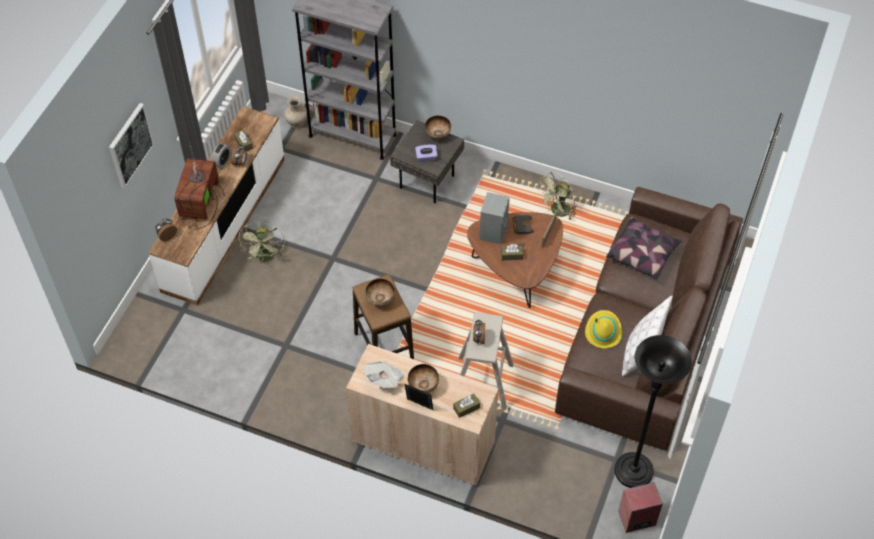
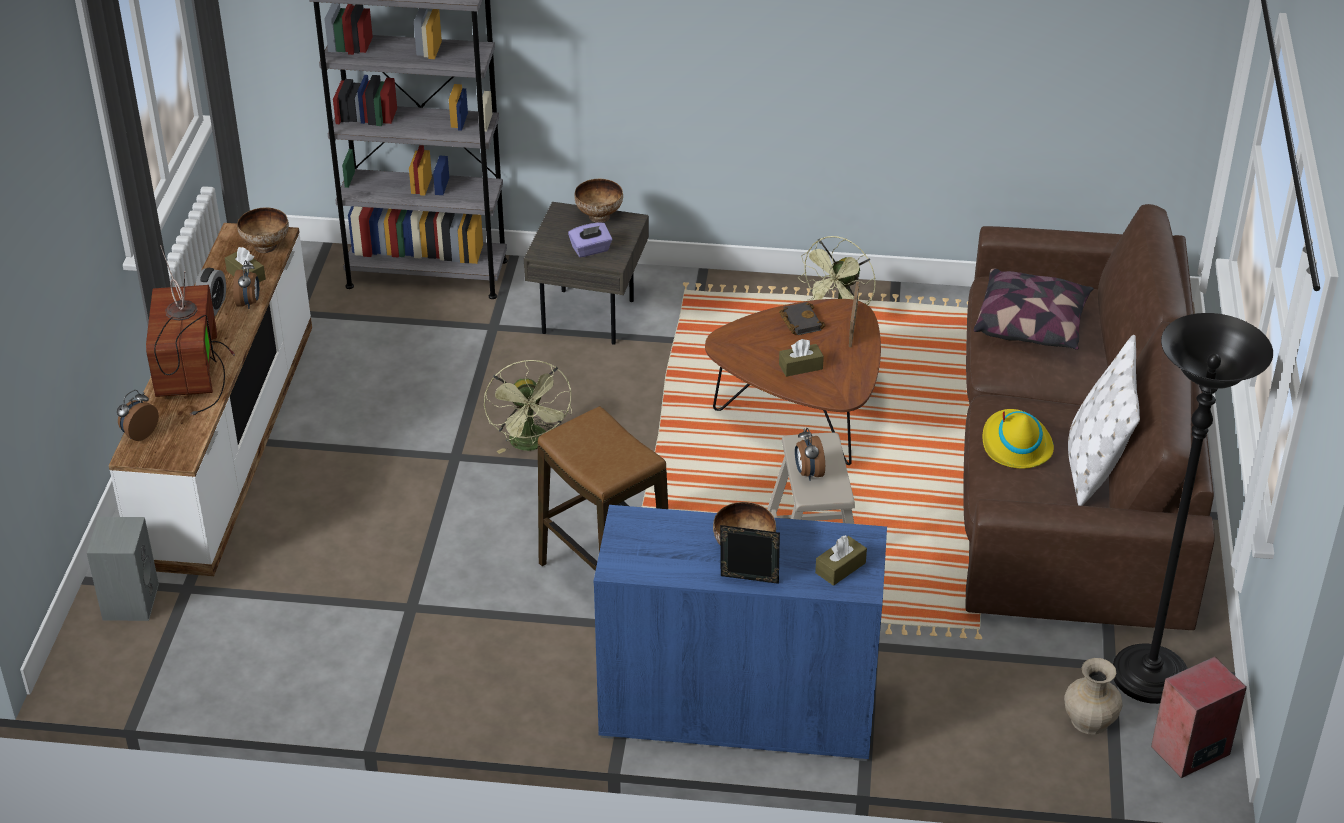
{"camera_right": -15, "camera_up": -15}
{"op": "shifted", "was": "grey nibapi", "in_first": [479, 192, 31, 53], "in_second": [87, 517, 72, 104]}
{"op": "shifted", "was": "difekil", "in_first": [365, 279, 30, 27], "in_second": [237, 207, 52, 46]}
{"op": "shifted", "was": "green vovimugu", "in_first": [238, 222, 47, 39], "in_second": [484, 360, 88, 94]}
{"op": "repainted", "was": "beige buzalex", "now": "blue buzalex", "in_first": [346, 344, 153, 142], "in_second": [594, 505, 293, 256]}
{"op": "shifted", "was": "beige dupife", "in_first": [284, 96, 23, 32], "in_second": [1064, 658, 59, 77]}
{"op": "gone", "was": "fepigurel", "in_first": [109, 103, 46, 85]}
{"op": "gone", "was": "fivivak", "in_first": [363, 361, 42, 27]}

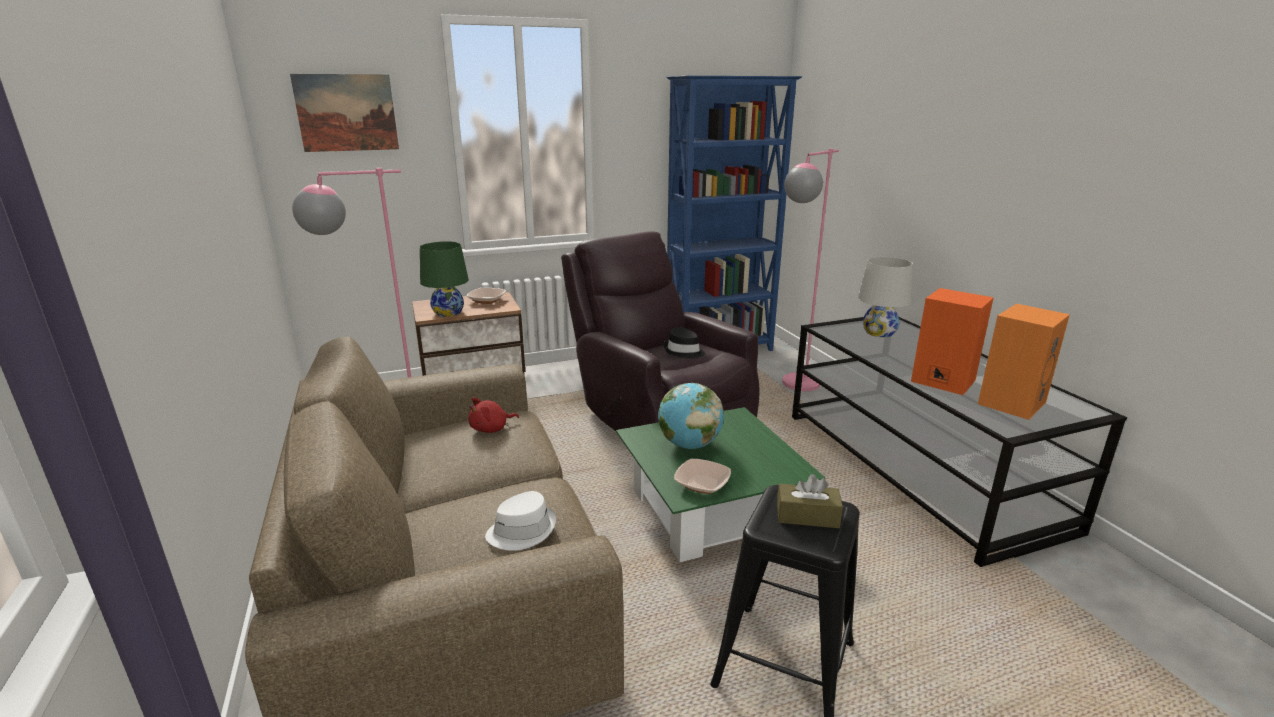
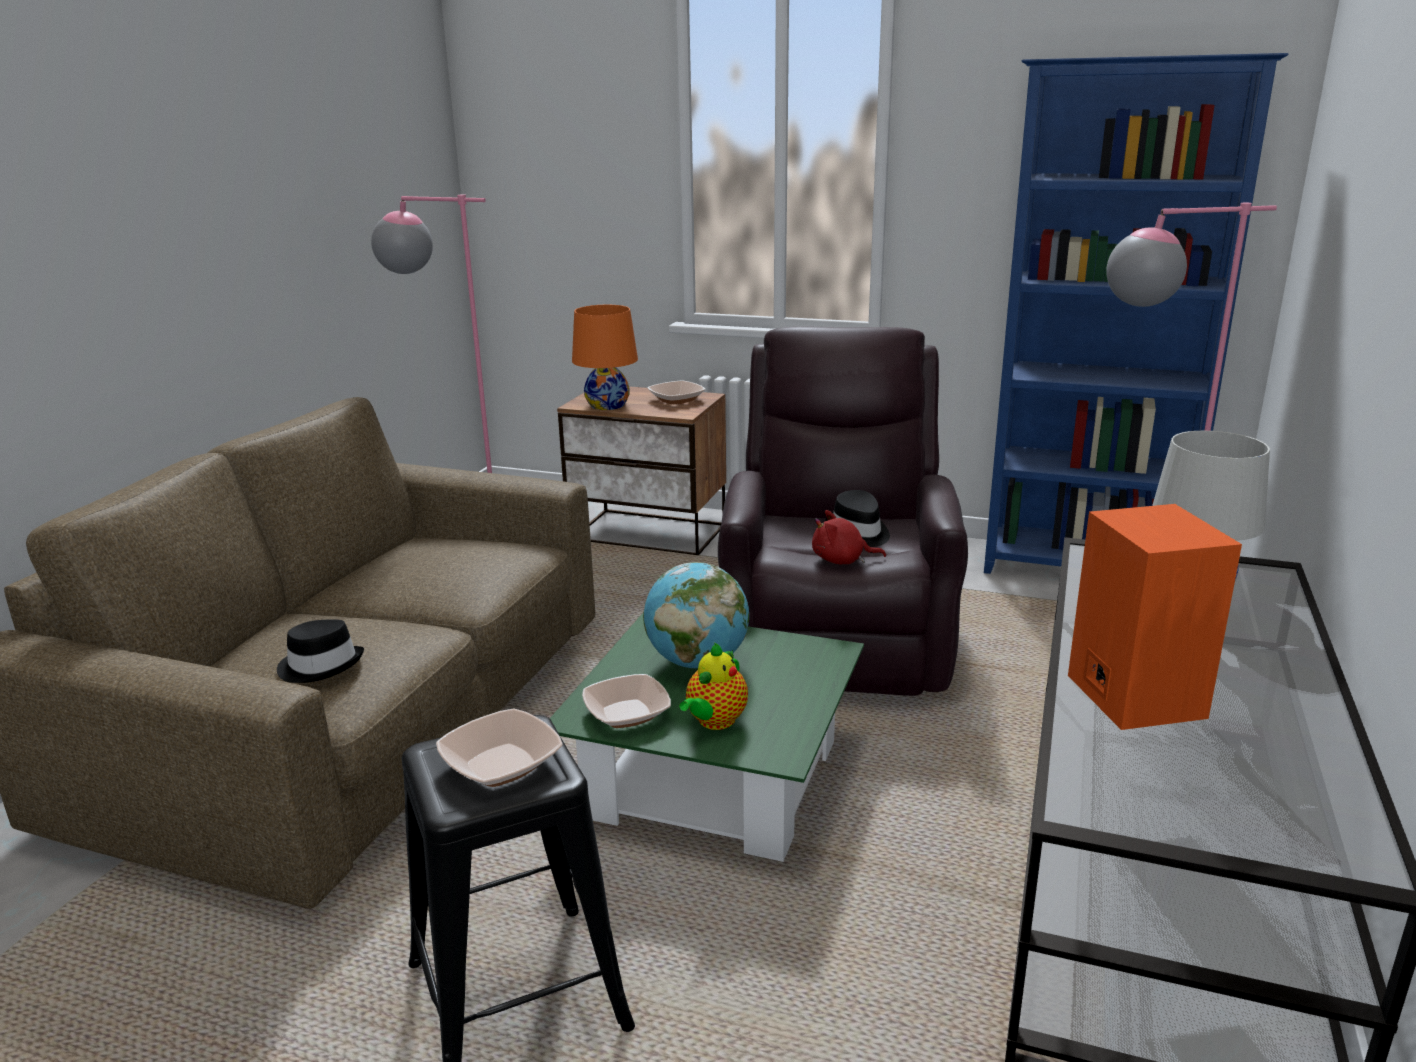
{"camera_right": 40, "camera_up": 0}
{"op": "repainted", "was": "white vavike", "now": "black vavike", "in_first": [485, 491, 71, 60], "in_second": [277, 619, 87, 64]}
{"op": "swapped", "was": "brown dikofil", "now": "difekil", "in_first": [777, 474, 66, 54], "in_second": [436, 708, 127, 79]}
{"op": "repainted", "was": "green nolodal", "now": "orange nolodal", "in_first": [420, 241, 49, 76], "in_second": [572, 305, 66, 105]}
{"op": "new", "now": "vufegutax", "in_second": [679, 643, 69, 87]}
{"op": "shifted", "was": "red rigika", "in_first": [468, 397, 51, 36], "in_second": [812, 510, 74, 54]}
{"op": "gone", "was": "fepigurel", "in_first": [290, 74, 109, 78]}
{"op": "gone", "was": "orange nibapi", "in_first": [978, 304, 92, 116]}

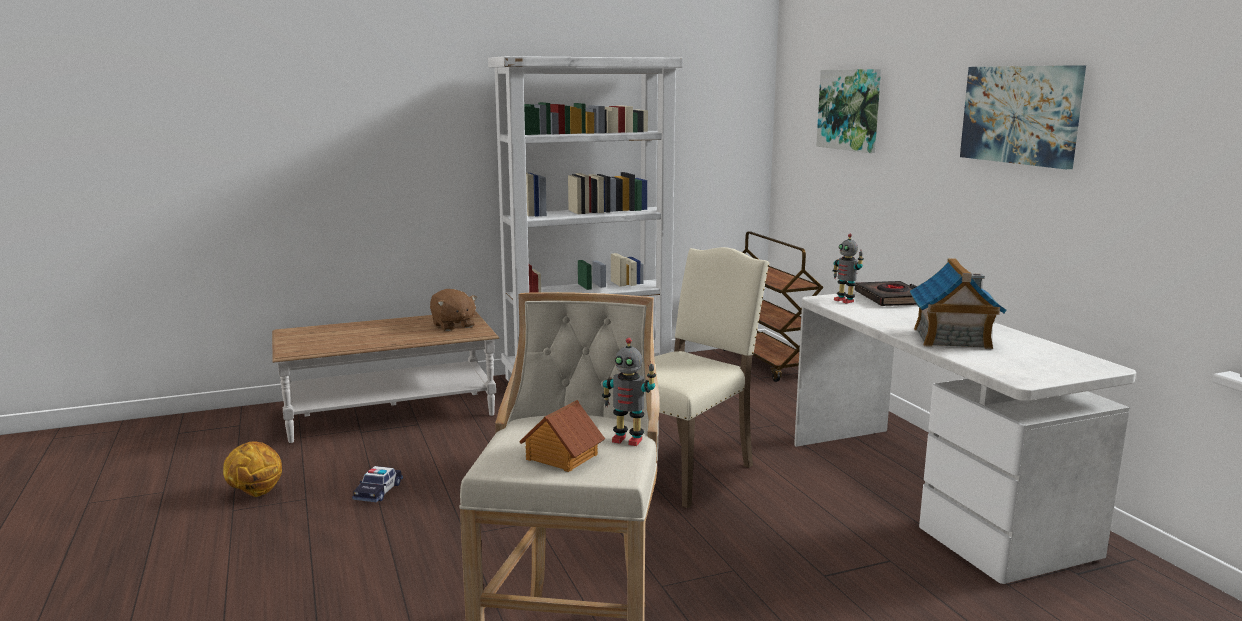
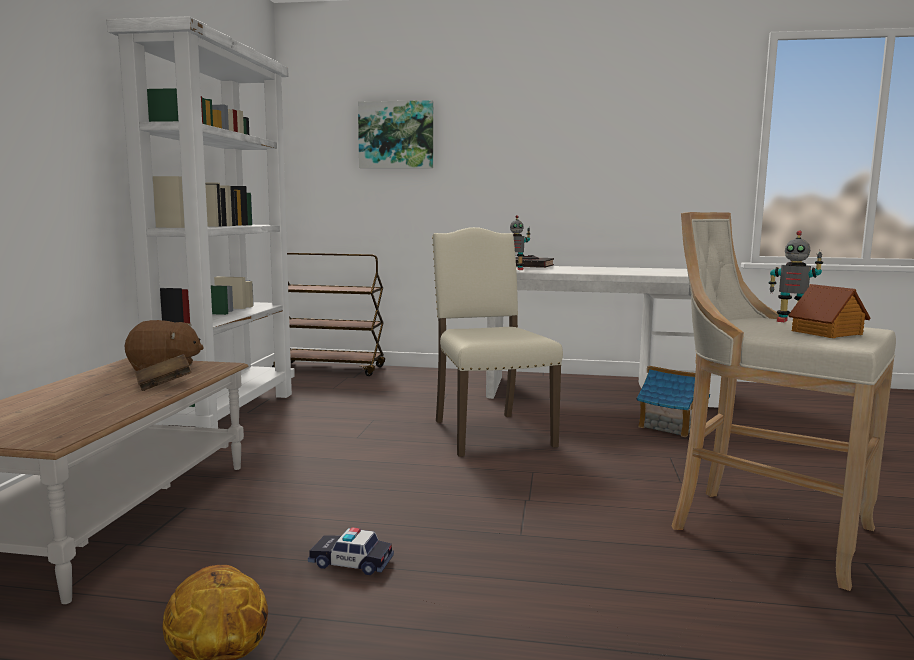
{"camera_right": -60, "camera_up": -5}
{"op": "new", "now": "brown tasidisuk", "in_second": [135, 354, 57, 37]}
{"op": "rotated", "was": "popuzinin", "in_first": [352, 466, 51, 36], "in_second": [308, 527, 86, 48], "clockwise": 150}
{"op": "shifted", "was": "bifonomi", "in_first": [910, 258, 97, 91], "in_second": [637, 366, 73, 71]}
{"op": "rotated", "was": "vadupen", "in_first": [602, 338, 54, 108], "in_second": [769, 230, 54, 92], "clockwise": 75}
{"op": "gone", "was": "fepigurel", "in_first": [960, 65, 126, 104]}

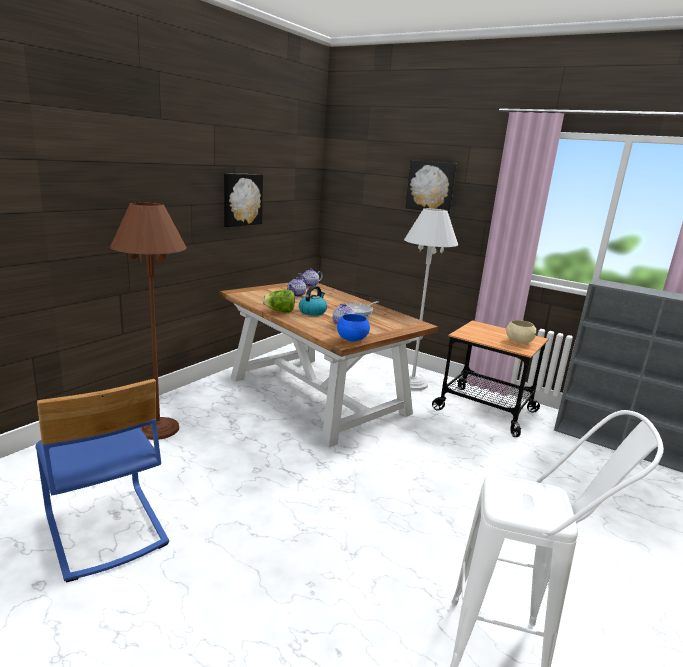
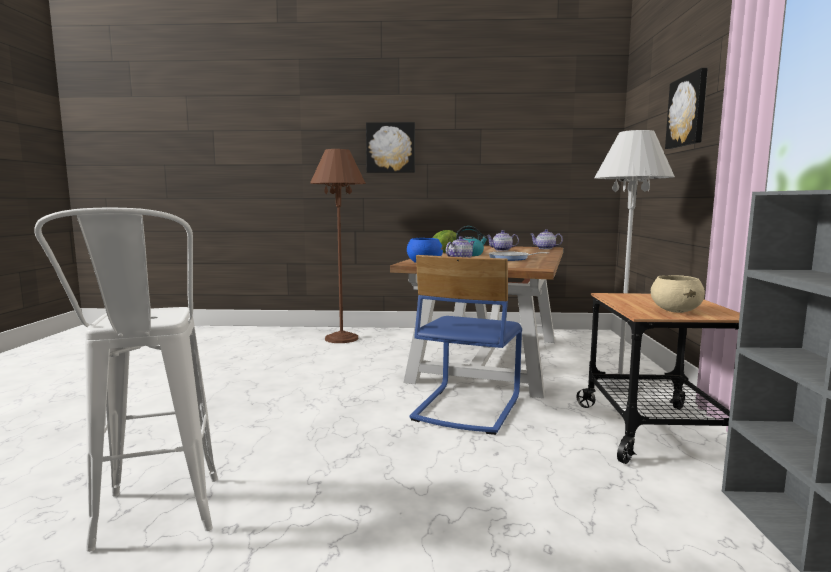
{"camera_right": 60, "camera_up": -10}
{"op": "shifted", "was": "fepigurel", "in_first": [224, 174, 39, 53], "in_second": [366, 122, 49, 51]}
{"op": "shifted", "was": "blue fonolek", "in_first": [35, 379, 134, 203], "in_second": [410, 255, 112, 180]}

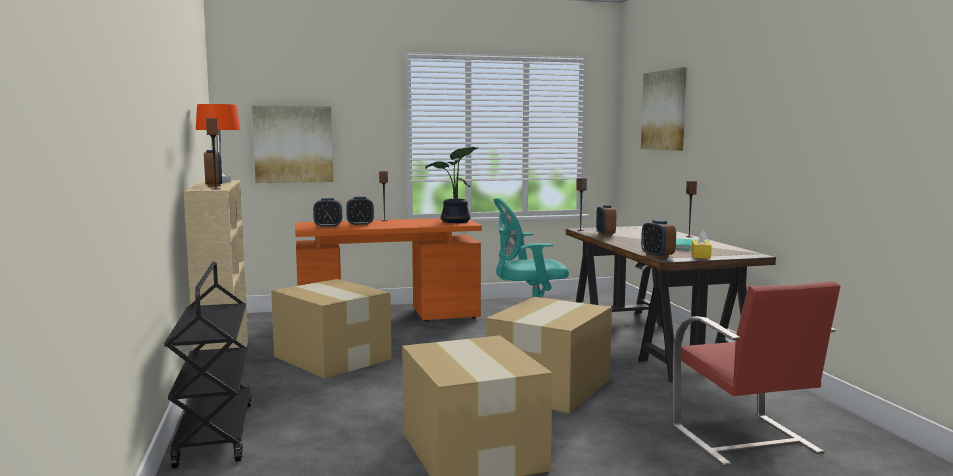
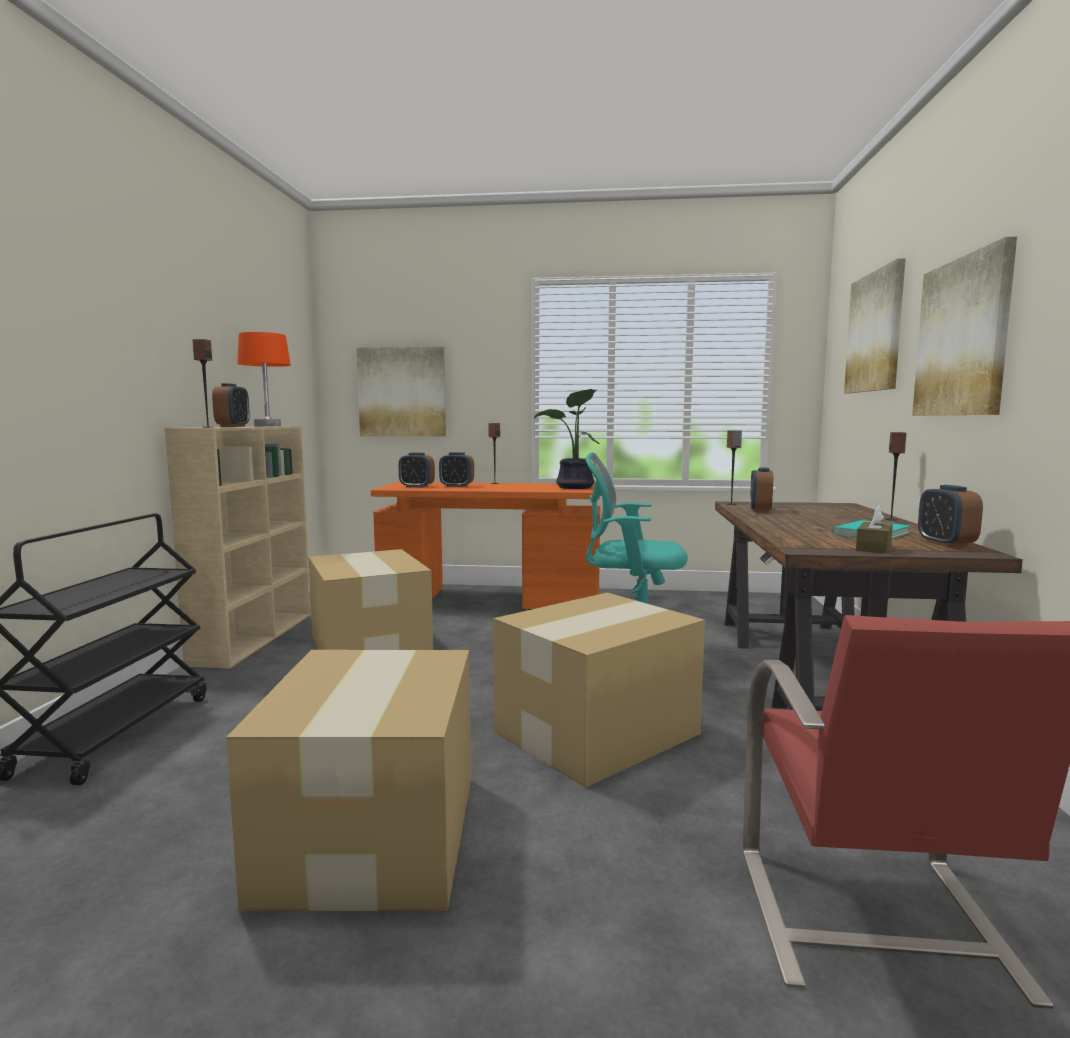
{"camera_right": 20, "camera_up": 0}
{"op": "repainted", "was": "yellow dikofil", "now": "brown dikofil", "in_first": [691, 230, 20, 29], "in_second": [856, 505, 37, 49]}
{"op": "new", "now": "fepigurel", "in_second": [912, 237, 105, 179]}
{"op": "shifted", "was": "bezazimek", "in_first": [641, 220, 35, 38], "in_second": [918, 485, 65, 62]}

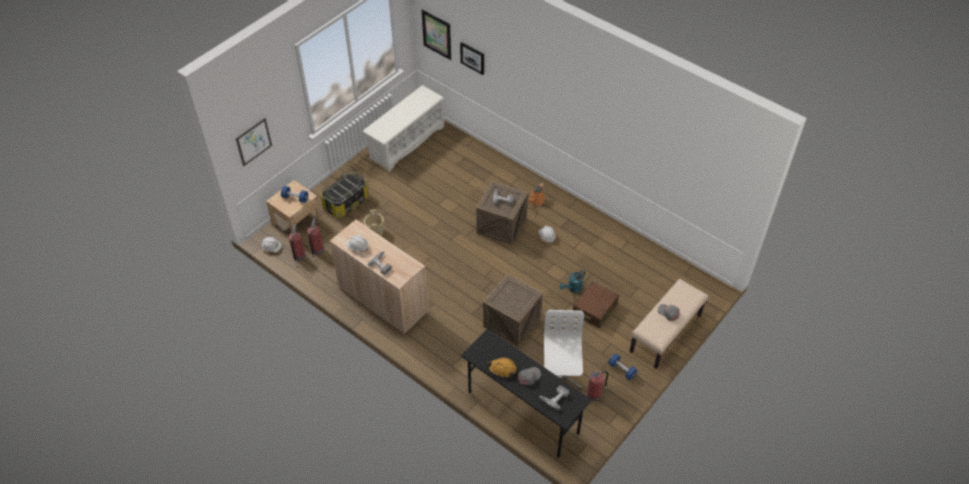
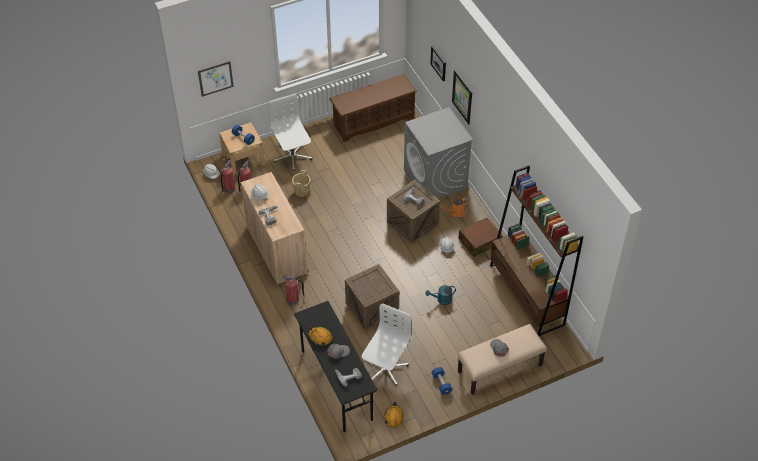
{"camera_right": 25, "camera_up": 0}
{"op": "swapped", "was": "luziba", "now": "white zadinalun", "in_first": [321, 171, 48, 46], "in_second": [269, 94, 43, 77]}
{"op": "shifted", "was": "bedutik", "in_first": [587, 371, 21, 30], "in_second": [283, 276, 22, 29]}
{"op": "repainted", "was": "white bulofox", "now": "brown bulofox", "in_first": [363, 85, 81, 86], "in_second": [330, 74, 87, 68]}
{"op": "new", "now": "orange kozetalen", "in_second": [384, 402, 20, 25]}
{"op": "new", "now": "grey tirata", "in_second": [404, 107, 69, 92]}
{"op": "shifted", "was": "fepigurel", "in_first": [422, 10, 29, 50], "in_second": [452, 70, 20, 54]}
{"op": "shifted", "was": "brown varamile", "in_first": [573, 282, 46, 46], "in_second": [458, 218, 45, 39]}
{"op": "new", "now": "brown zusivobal", "in_second": [490, 166, 93, 170]}

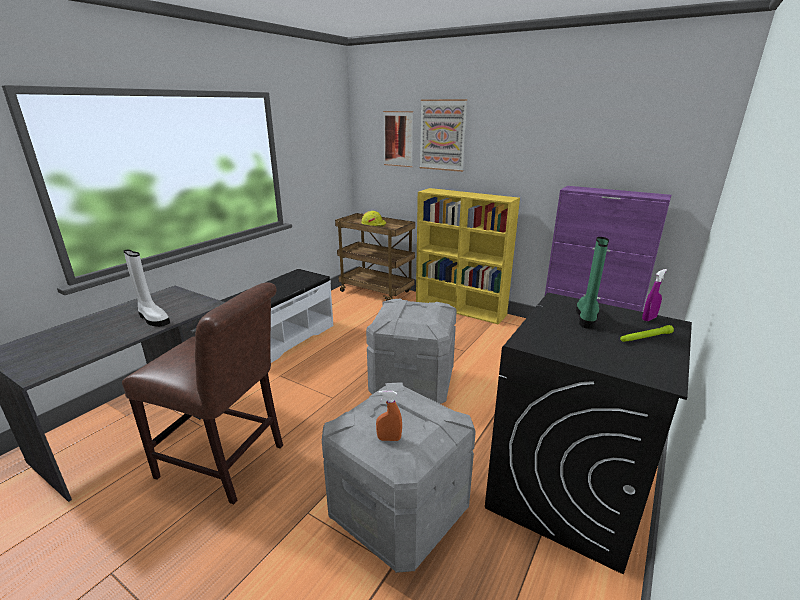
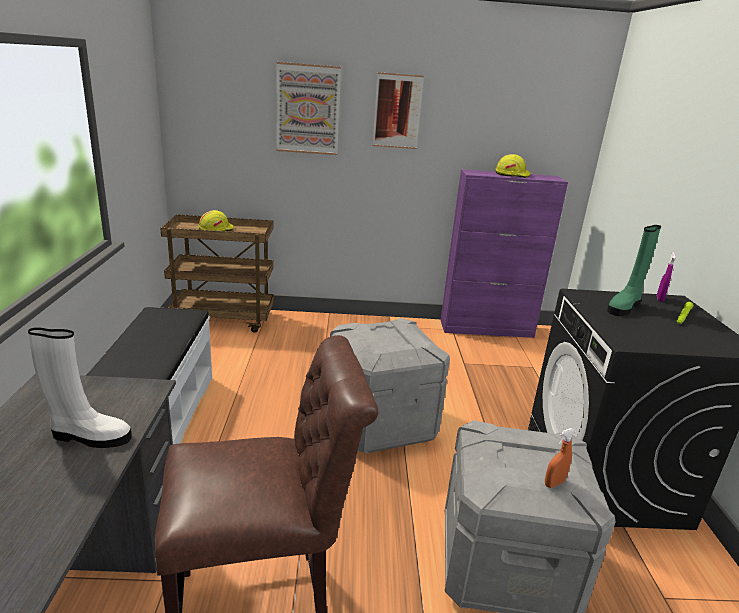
{"camera_right": -35, "camera_up": 0}
{"op": "shifted", "was": "fepigurel", "in_first": [383, 111, 30, 56], "in_second": [373, 72, 51, 77]}
{"op": "new", "now": "yellow kozetalen", "in_second": [496, 154, 35, 24]}
{"op": "rotated", "was": "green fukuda", "in_first": [576, 237, 33, 92], "in_second": [607, 225, 54, 91], "clockwise": -120}
{"op": "gone", "was": "yellow zusivobal", "in_first": [416, 188, 104, 136]}

